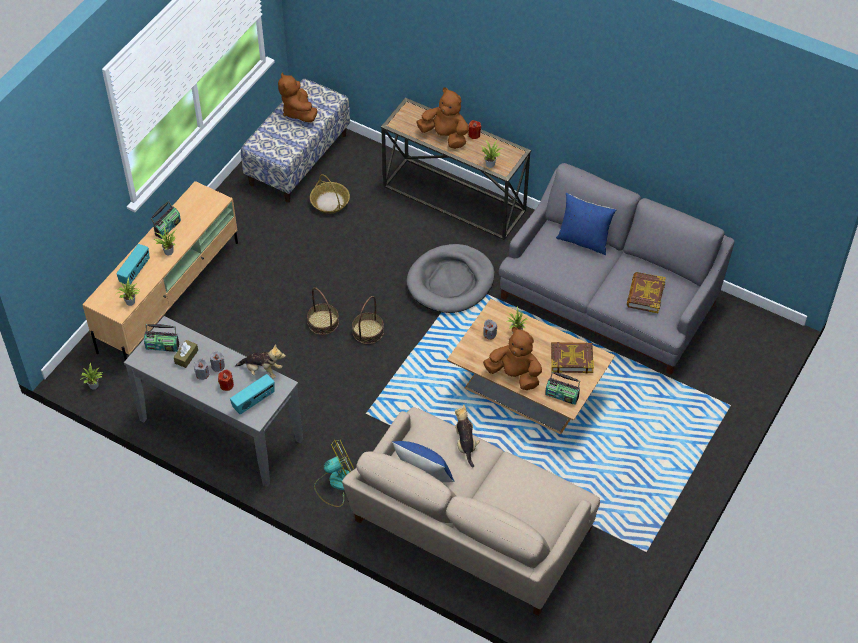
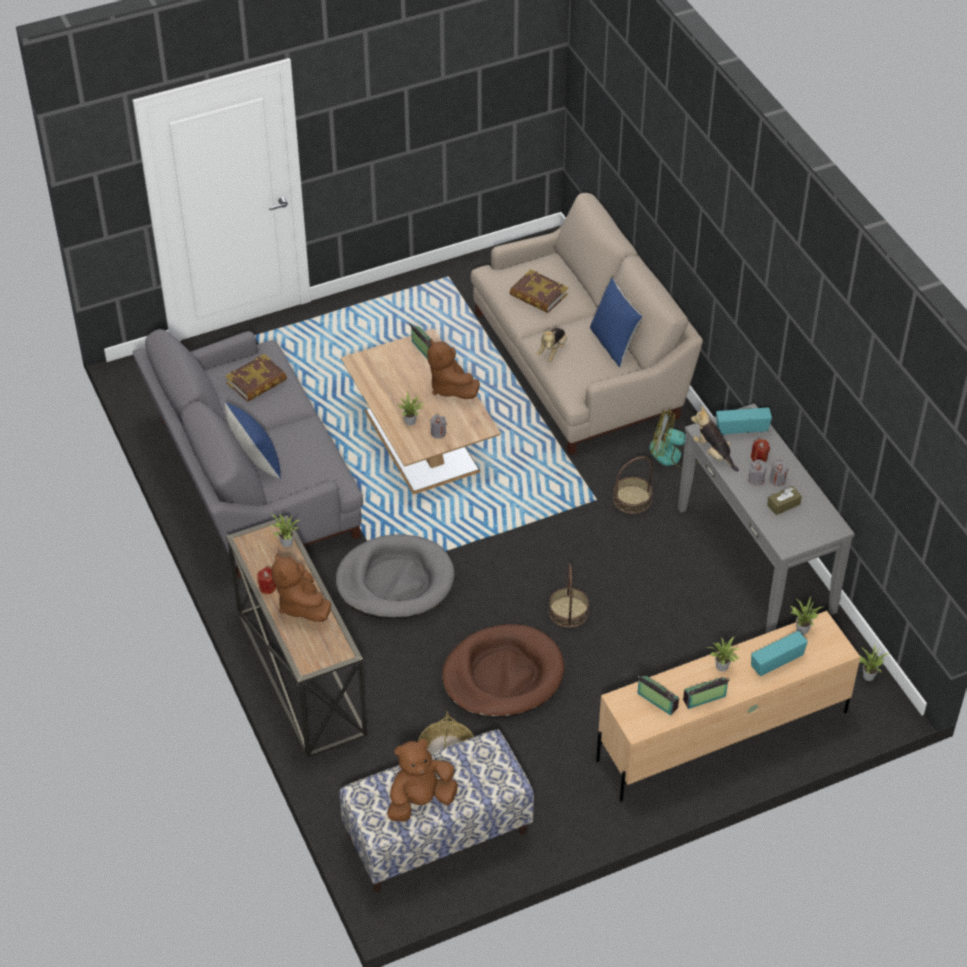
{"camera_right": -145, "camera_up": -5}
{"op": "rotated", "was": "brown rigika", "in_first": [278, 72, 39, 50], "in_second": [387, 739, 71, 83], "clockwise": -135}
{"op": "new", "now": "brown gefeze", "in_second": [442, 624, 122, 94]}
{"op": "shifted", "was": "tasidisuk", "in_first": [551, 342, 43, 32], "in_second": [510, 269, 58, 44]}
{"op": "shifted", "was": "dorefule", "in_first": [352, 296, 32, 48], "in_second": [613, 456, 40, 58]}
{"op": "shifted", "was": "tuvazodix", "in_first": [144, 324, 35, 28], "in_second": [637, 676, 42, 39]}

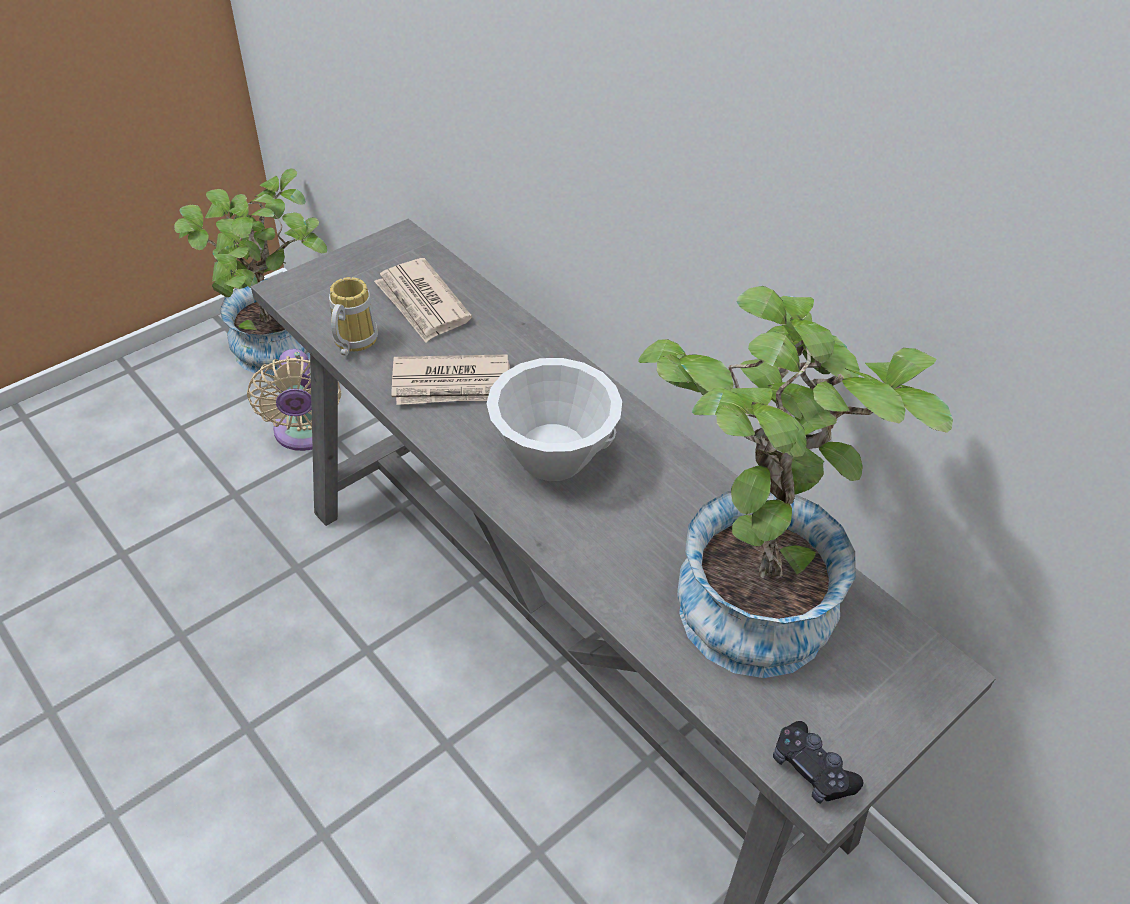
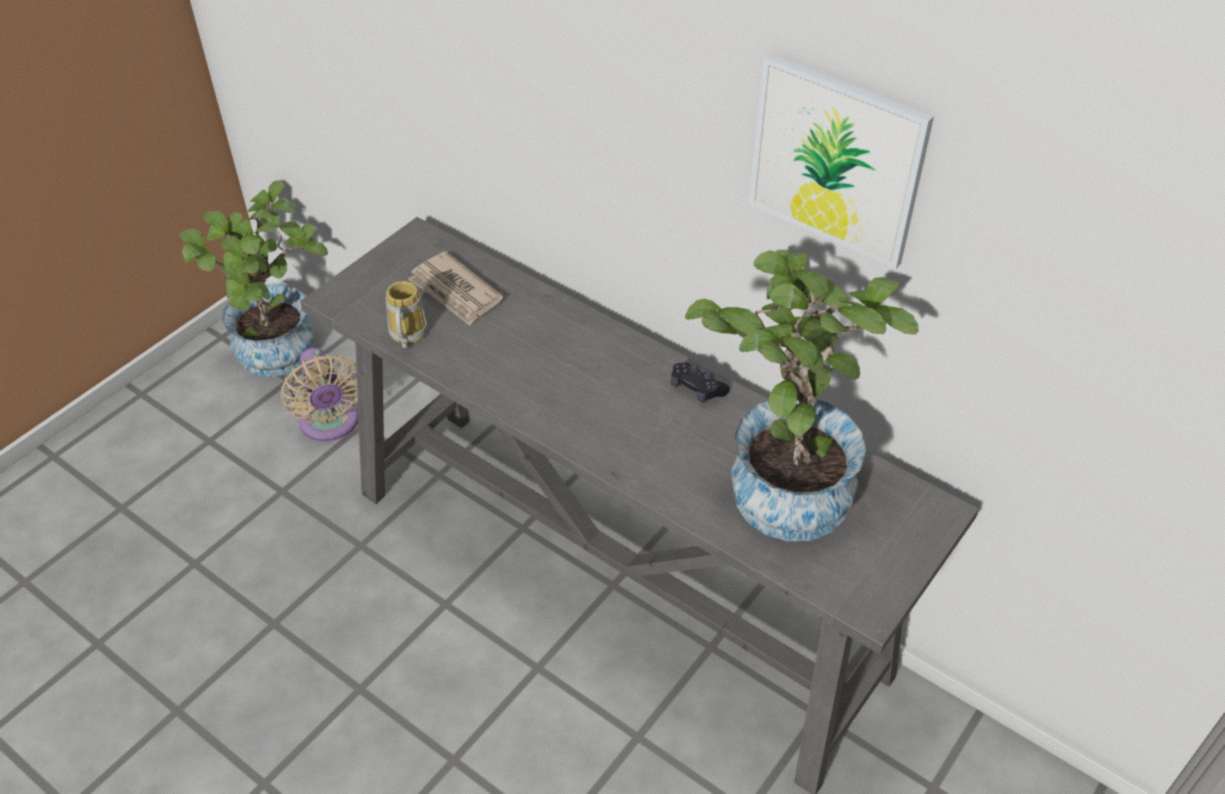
{"camera_right": -10, "camera_up": 0}
{"op": "shifted", "was": "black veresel", "in_first": [773, 721, 90, 83], "in_second": [671, 362, 59, 41]}
{"op": "new", "now": "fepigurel", "in_second": [749, 53, 185, 216]}
{"op": "gone", "was": "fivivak", "in_first": [392, 354, 118, 51]}
{"op": "gone", "was": "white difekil", "in_first": [486, 358, 136, 123]}

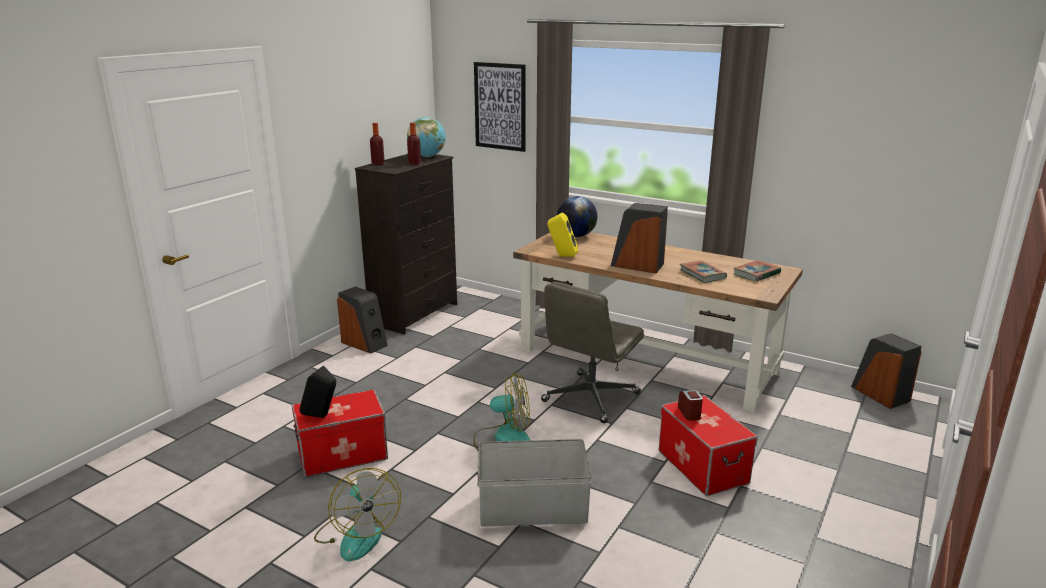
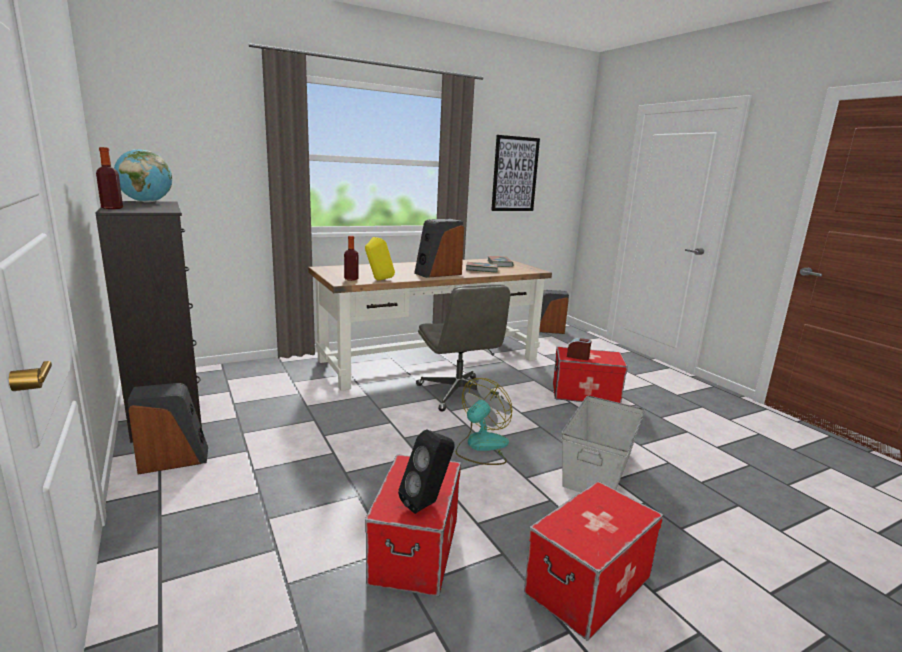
{"camera_right": -60, "camera_up": -5}
{"op": "shifted", "was": "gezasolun", "in_first": [407, 122, 14, 43], "in_second": [344, 236, 15, 45]}
{"op": "shifted", "was": "fepigurel", "in_first": [474, 62, 52, 90], "in_second": [491, 135, 49, 76]}
{"op": "swapped", "was": "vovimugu", "now": "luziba", "in_first": [314, 468, 87, 93], "in_second": [524, 481, 139, 160]}
{"op": "gone", "was": "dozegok", "in_first": [557, 196, 41, 41]}

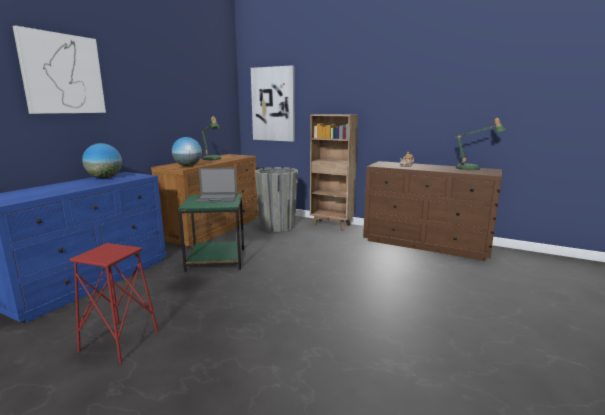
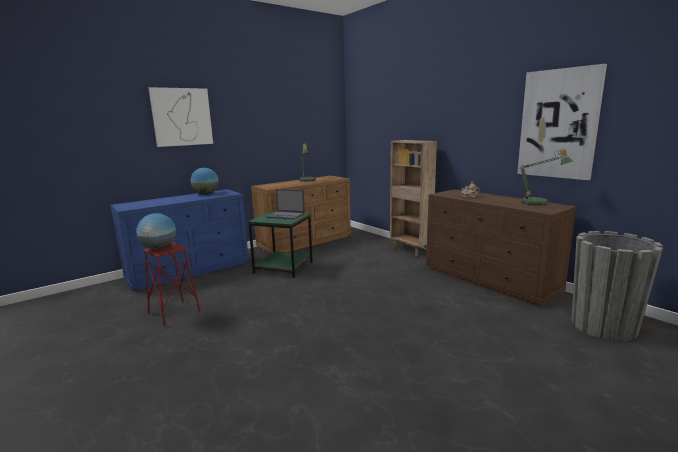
{"camera_right": 25, "camera_up": 0}
{"op": "shifted", "was": "dozegok", "in_first": [172, 137, 30, 29], "in_second": [136, 213, 40, 36]}
{"op": "shifted", "was": "fepigurel", "in_first": [251, 65, 44, 77], "in_second": [517, 64, 90, 116]}
{"op": "shifted", "was": "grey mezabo", "in_first": [255, 167, 43, 65], "in_second": [572, 231, 91, 111]}

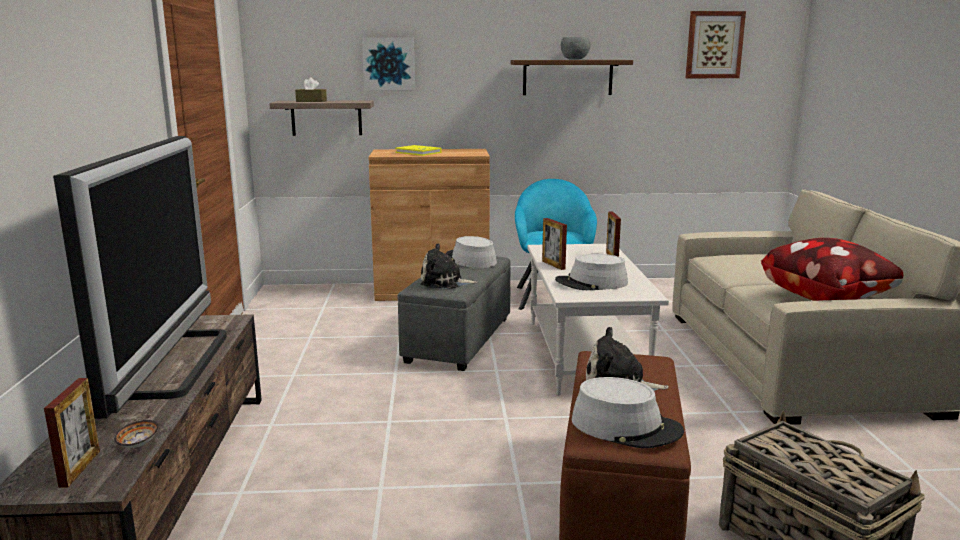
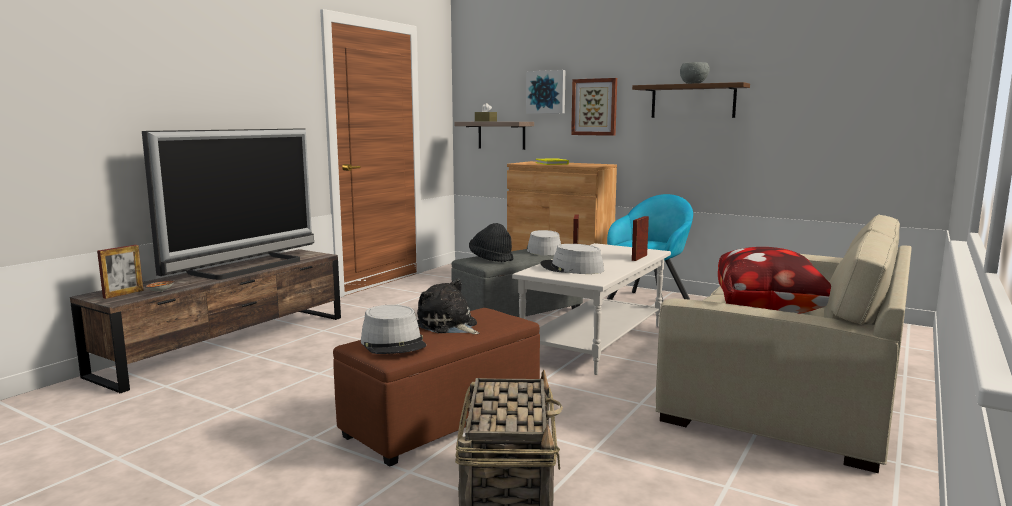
{"camera_right": 35, "camera_up": -5}
{"op": "swapped", "was": "rigika", "now": "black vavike", "in_first": [420, 244, 58, 45], "in_second": [469, 223, 44, 39]}
{"op": "shifted", "was": "fepigurel", "in_first": [686, 11, 60, 67], "in_second": [571, 78, 46, 58]}

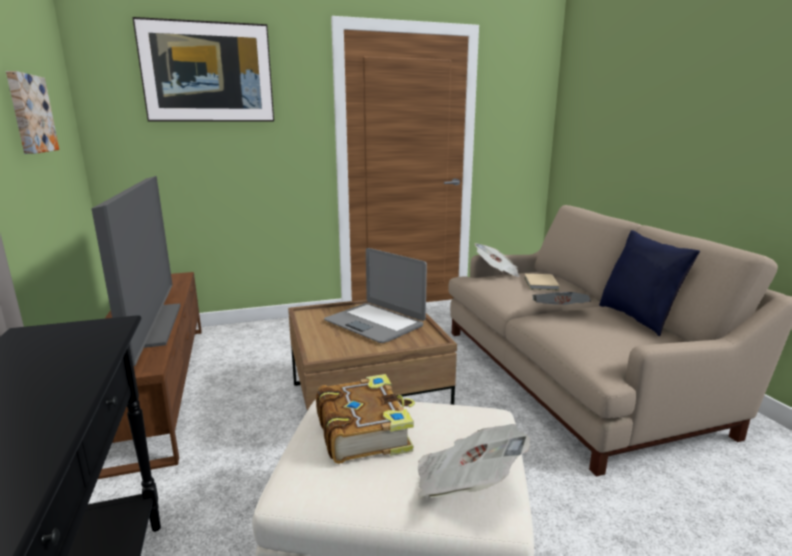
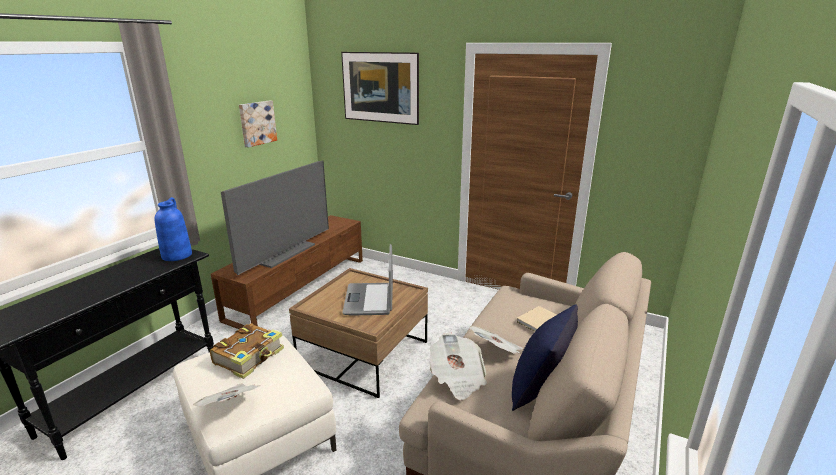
{"camera_right": 45, "camera_up": 5}
{"op": "new", "now": "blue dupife", "in_second": [154, 197, 38, 64]}
{"op": "shifted", "was": "fivivak", "in_first": [475, 243, 45, 34], "in_second": [429, 333, 58, 67]}

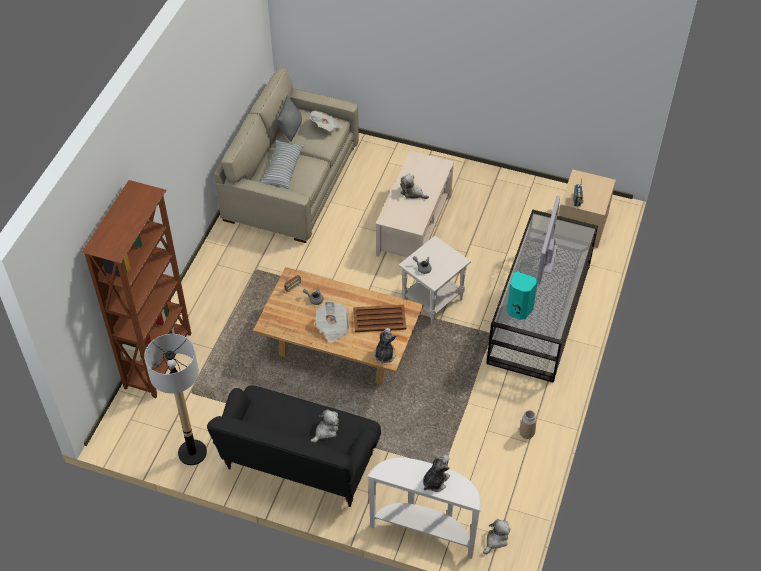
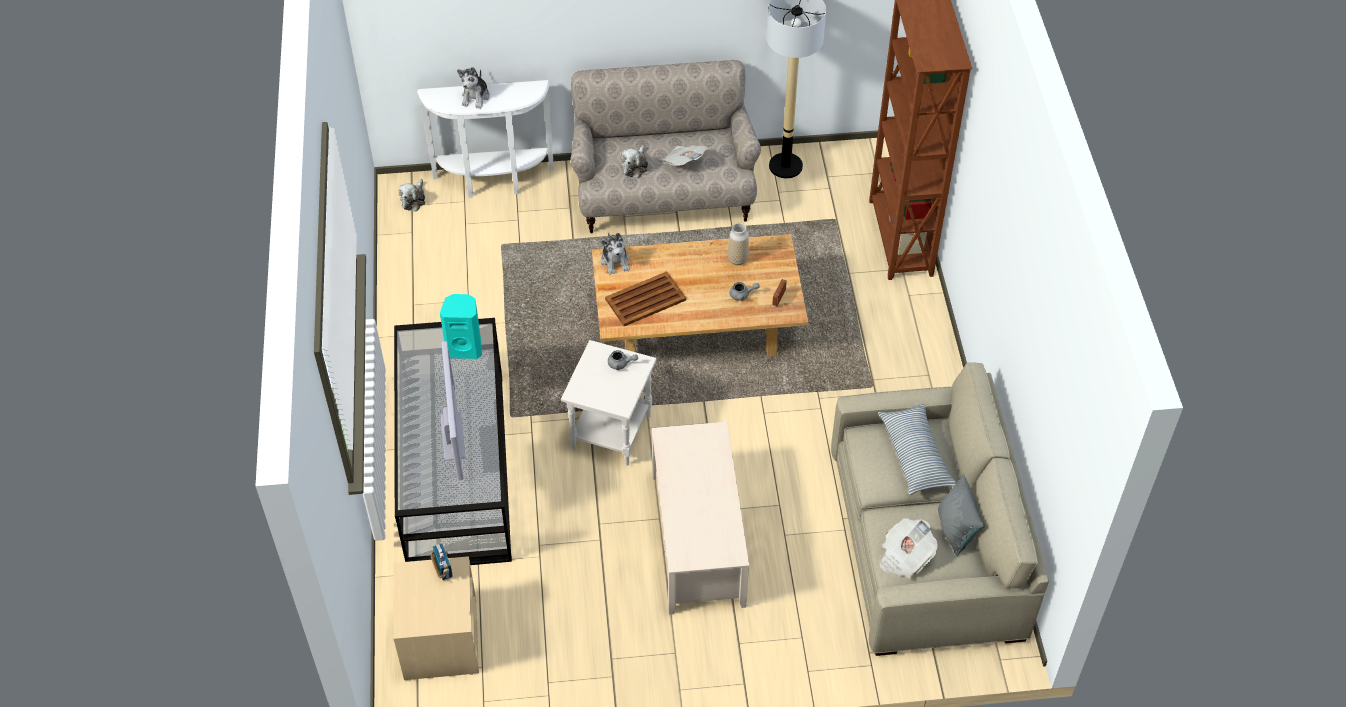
{"camera_right": 155, "camera_up": 0}
{"op": "repainted", "was": "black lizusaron", "now": "beige lizusaron", "in_first": [207, 385, 174, 122], "in_second": [571, 60, 190, 173]}
{"op": "shifted", "was": "fivivak", "in_first": [315, 300, 34, 43], "in_second": [662, 145, 46, 21]}
{"op": "shifted", "was": "dupife", "in_first": [519, 410, 17, 29], "in_second": [728, 223, 21, 42]}
{"op": "gone", "was": "rigika", "in_first": [400, 174, 29, 25]}

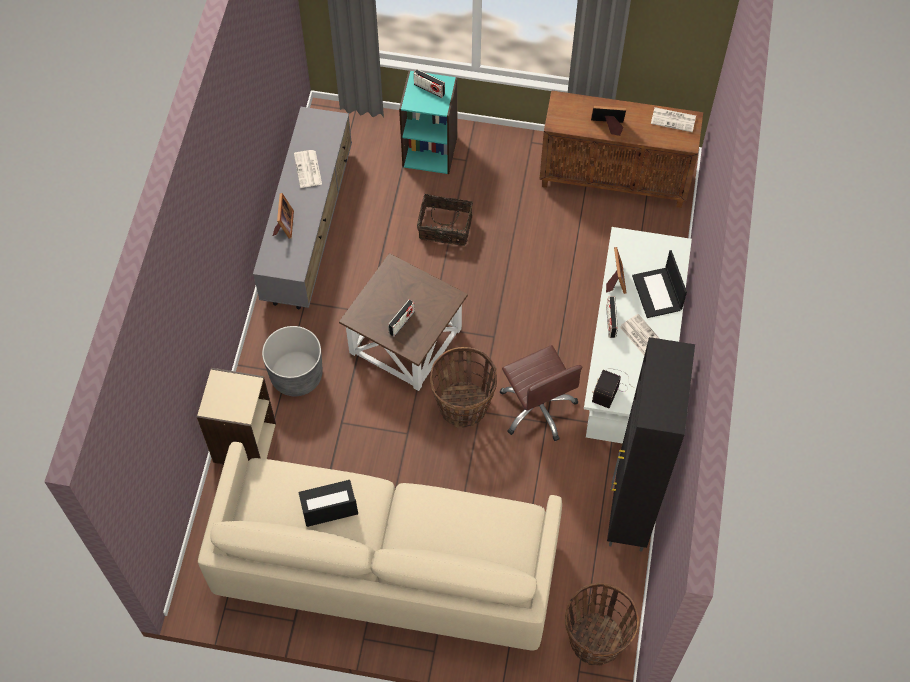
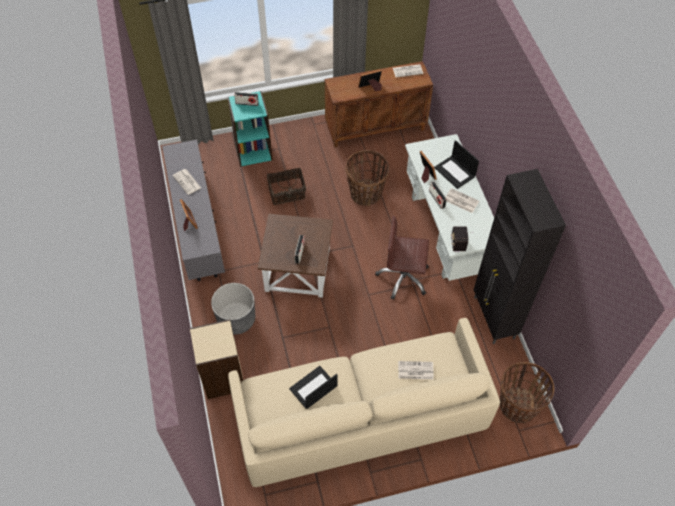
{"camera_right": -25, "camera_up": -5}
{"op": "shifted", "was": "dorefule", "in_first": [430, 347, 67, 81], "in_second": [345, 150, 44, 56]}
{"op": "rotated", "was": "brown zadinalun", "in_first": [500, 345, 82, 96], "in_second": [375, 216, 54, 84], "clockwise": 150}
{"op": "new", "now": "fivivak", "in_second": [398, 361, 36, 18]}

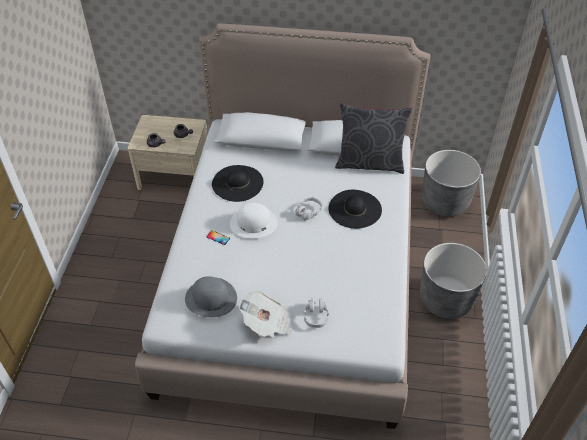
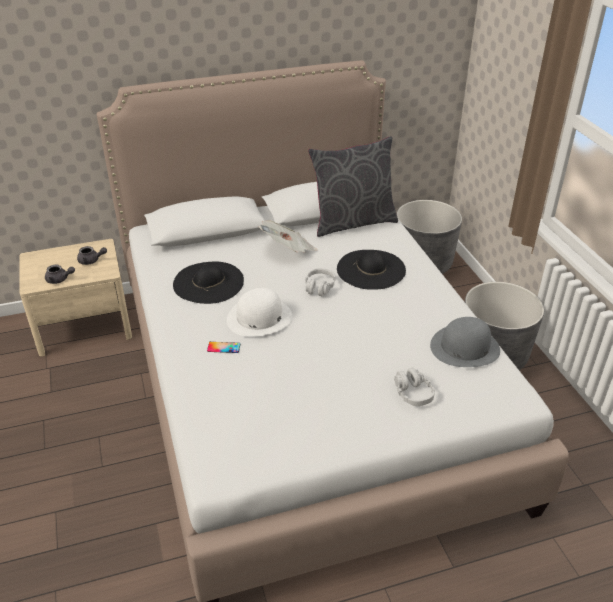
{"camera_right": -25, "camera_up": -10}
{"op": "shifted", "was": "fivivak", "in_first": [238, 291, 53, 46], "in_second": [258, 220, 59, 33]}
{"op": "shifted", "was": "grey vavike", "in_first": [185, 276, 52, 41], "in_second": [430, 317, 70, 50]}

